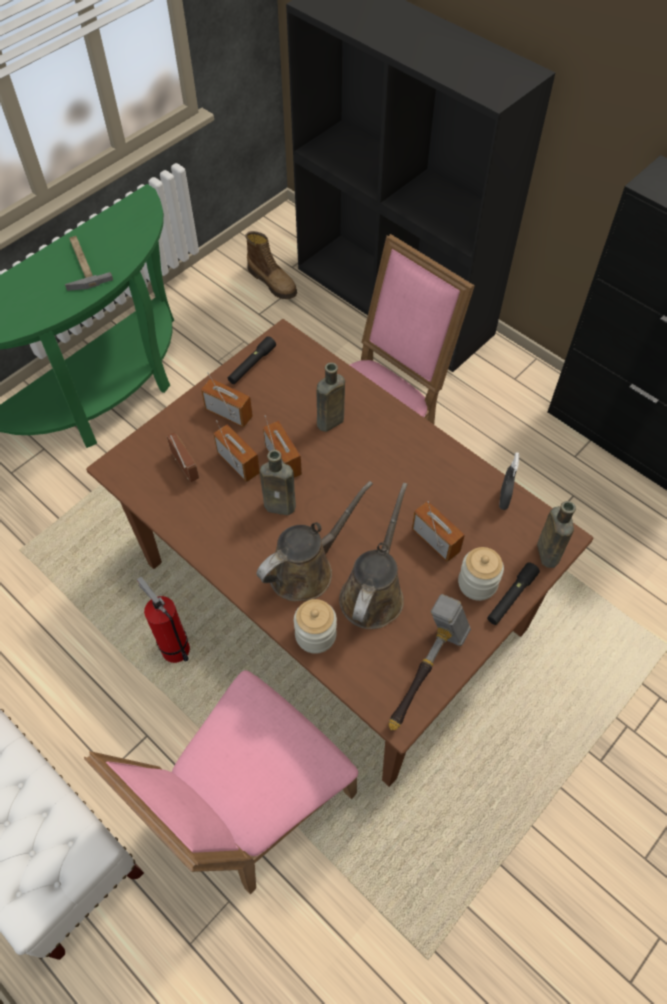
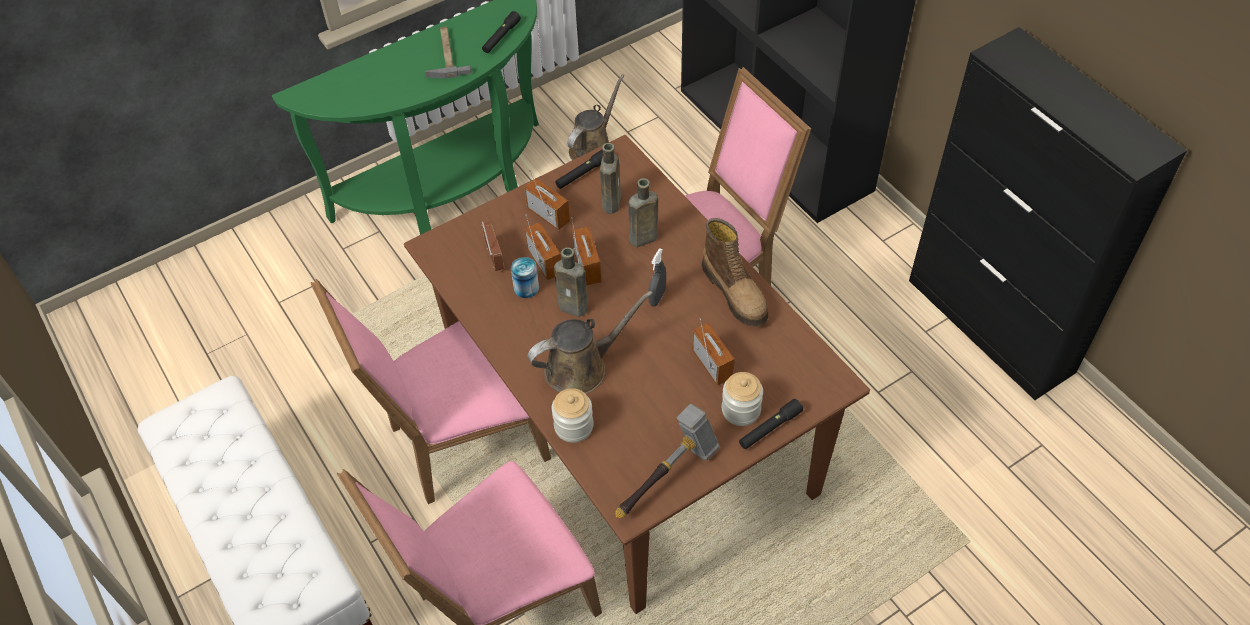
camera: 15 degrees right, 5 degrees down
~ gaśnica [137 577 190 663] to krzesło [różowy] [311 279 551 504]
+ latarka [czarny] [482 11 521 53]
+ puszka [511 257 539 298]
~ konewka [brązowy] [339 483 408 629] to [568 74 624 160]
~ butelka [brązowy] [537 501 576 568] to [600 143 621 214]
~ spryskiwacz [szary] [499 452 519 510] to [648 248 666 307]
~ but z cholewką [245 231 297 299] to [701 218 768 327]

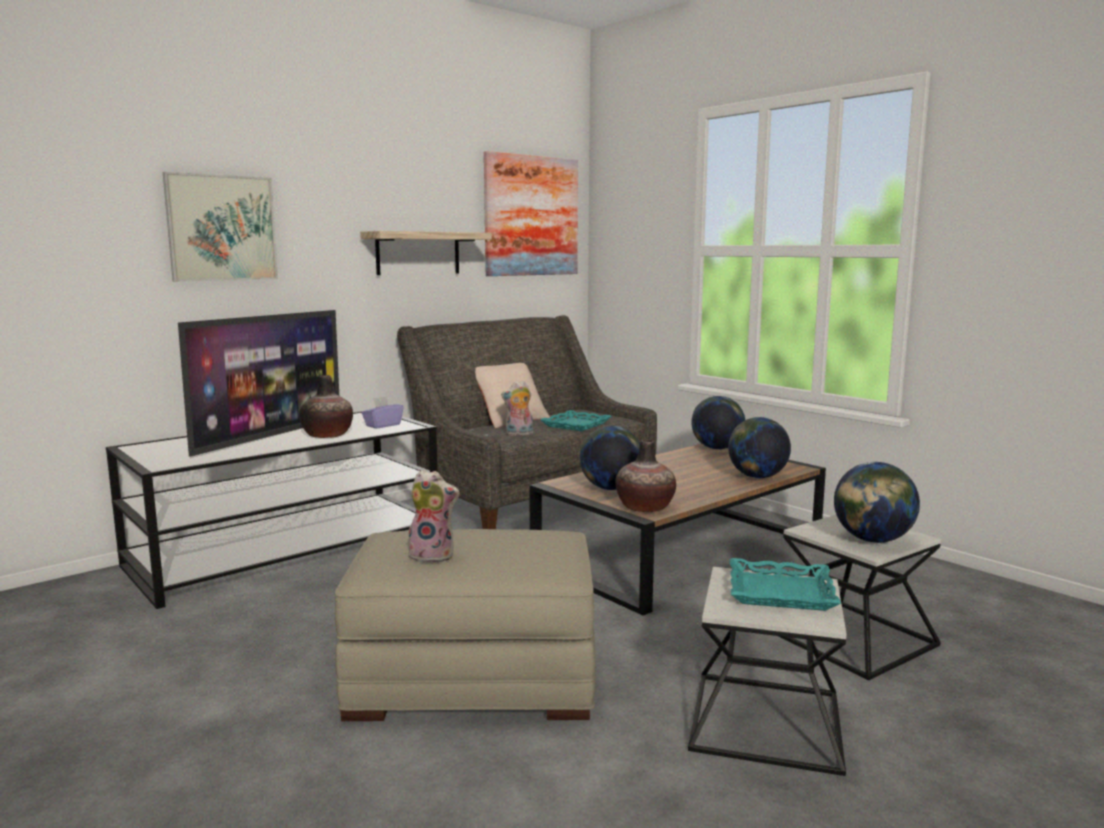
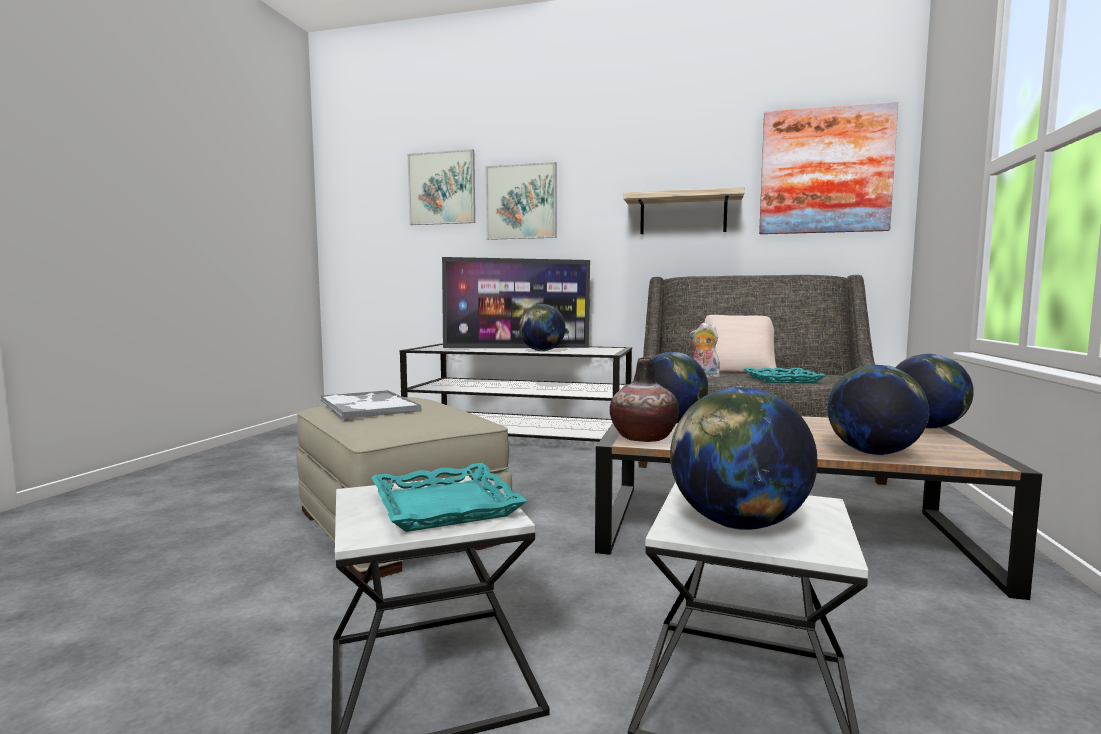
camera: 55 degrees right, 5 degrees down
~ pluszak [406 470 460 563] to taca [320 390 422 419]
+ obraz [408 149 475 225]
~ wazon [299 375 353 438] to globus [519 304 566 351]
- pudełko chusteczek [fioletowy] [362 396 404 428]

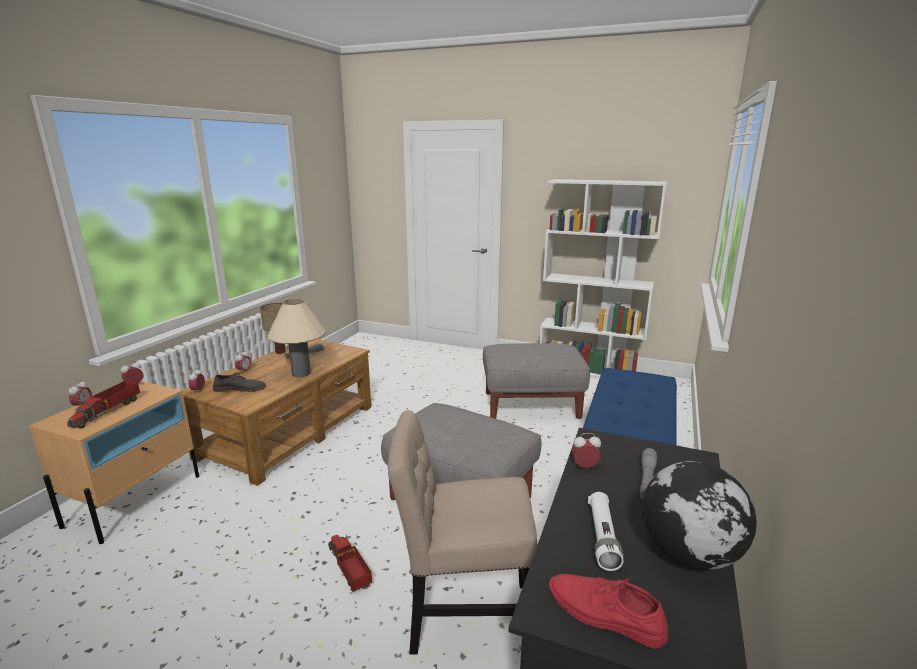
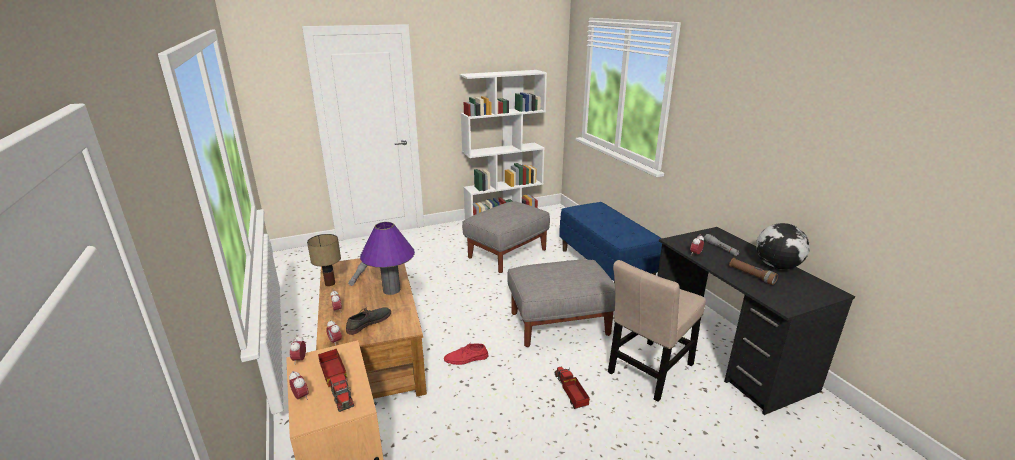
camera: 45 degrees left, 5 degrees up
~ lampa stołowa [beżowy] [267 299 326 377] to lampa stołowa [fioletowy] [360 222 415 295]
~ but [czerwony] [549 574 669 648] to [444 343 488 365]
~ ciężarówka zabawkowa [328 534 372 592] = [554 367 590 409] 60 degrees clockwise
~ latarka [biały] [588 492 623 571] to latarka [brązowy] [729 258 778 285]

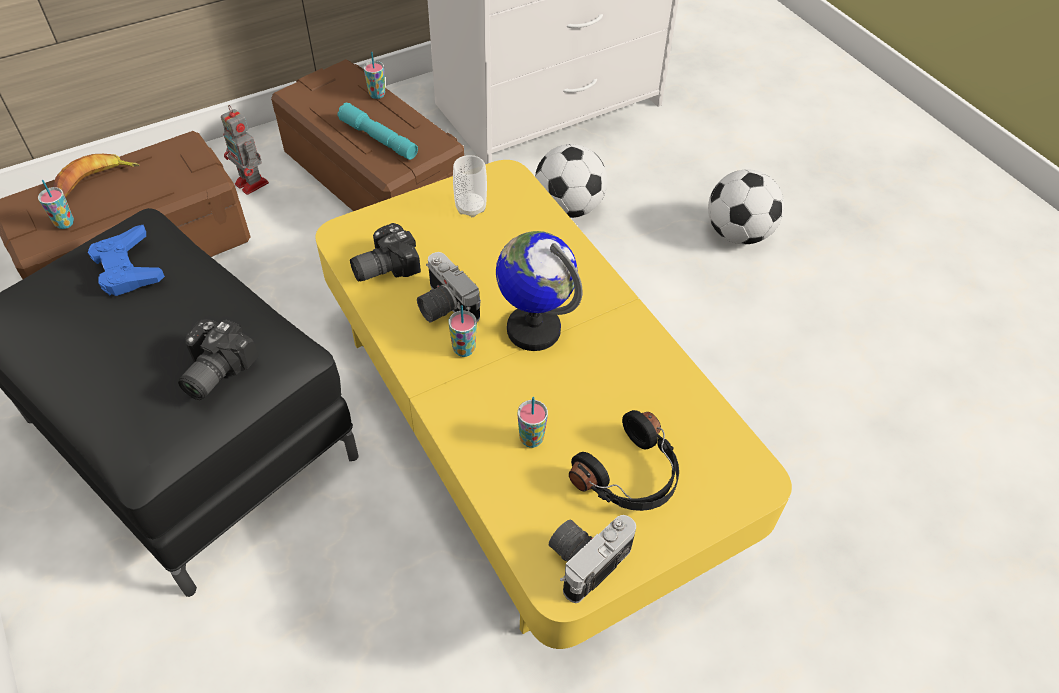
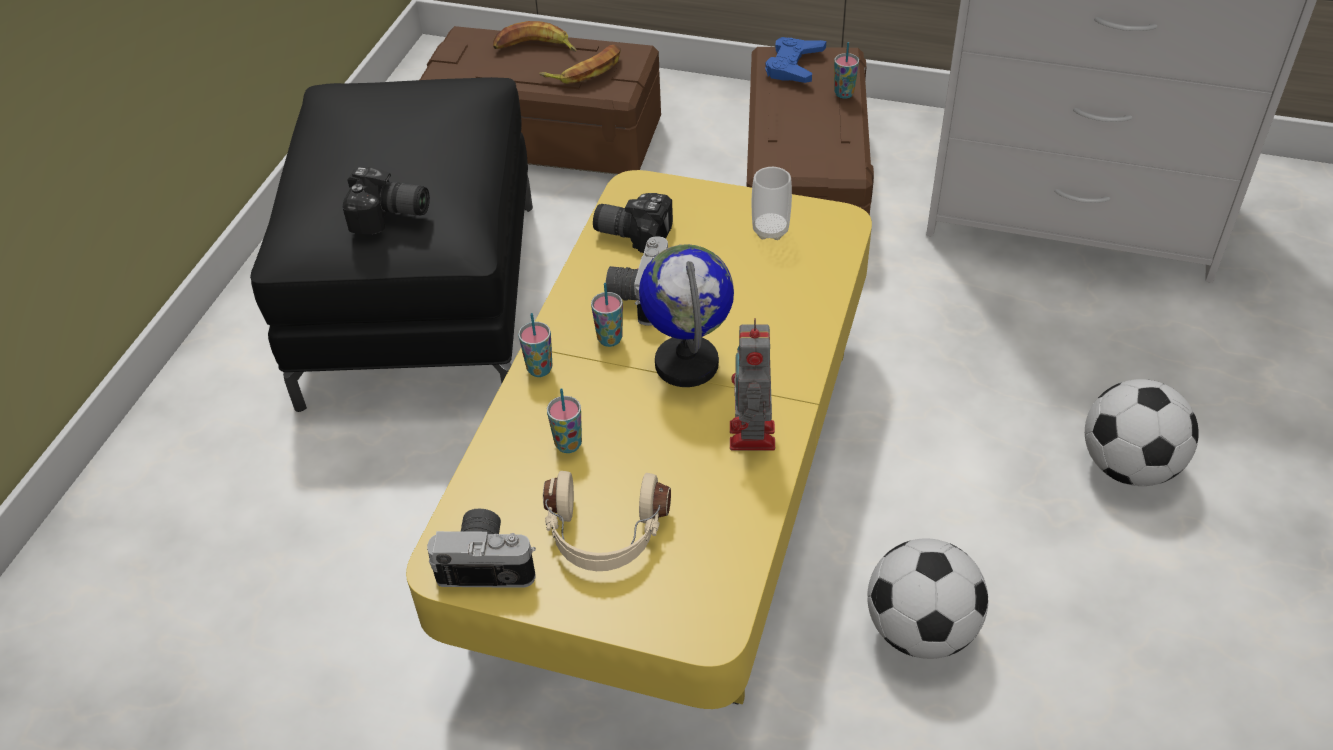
camera: 50 degrees right, 5 degrees down
~ aparat fotograficzny [178 319 259 400] = [343 167 430 234] 150 degrees counterclockwise
~ filiżanka [38 180 74 229] to [518 313 552 377]
+ banan [539 45 621 84]
~ słuchawki [czarny] [569 410 679 511] to słuchawki [beżowy] [543 471 671 571]
~ robot zabawkowy [221 105 269 195] to [730 318 775 451]
~ pad do gier [niebieski] [88 225 165 296] to [765 37 826 83]
~ piłka futbolowa [535 144 607 218] to [867 538 988 659]
- latarka [turkusowy] [337 103 418 160]

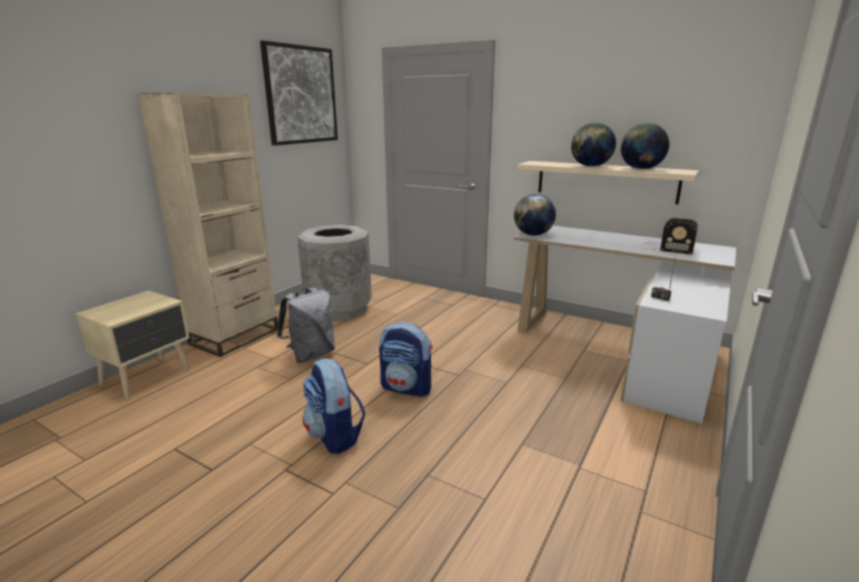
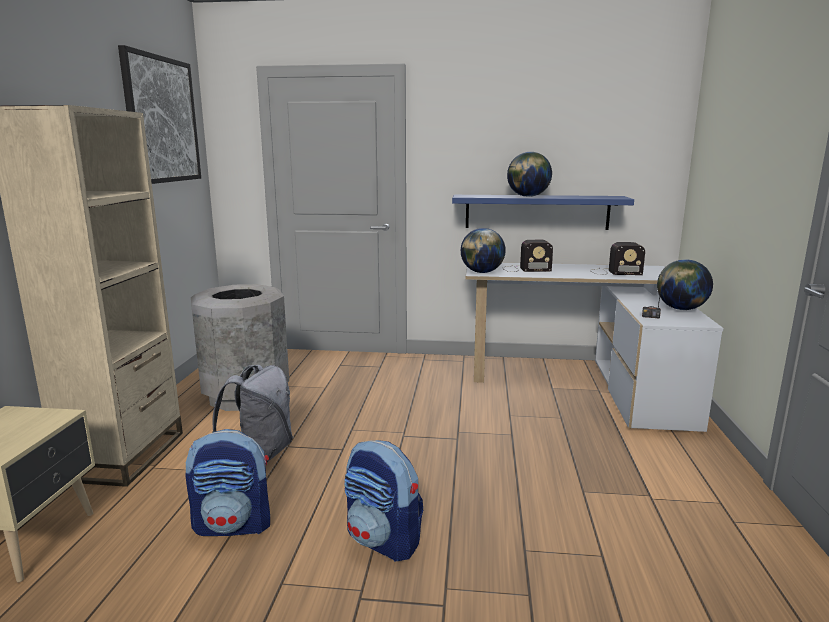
camera: 25 degrees left, 5 degrees down
~ plecak [379 322 433 397] to [186 429 270 536]
~ półka [beżowy] [517 161 699 204] to półka [niebieski] [452 195 634 230]
+ radio [504 240 553 272]
~ globus [621 123 669 169] to [657 259 713 310]

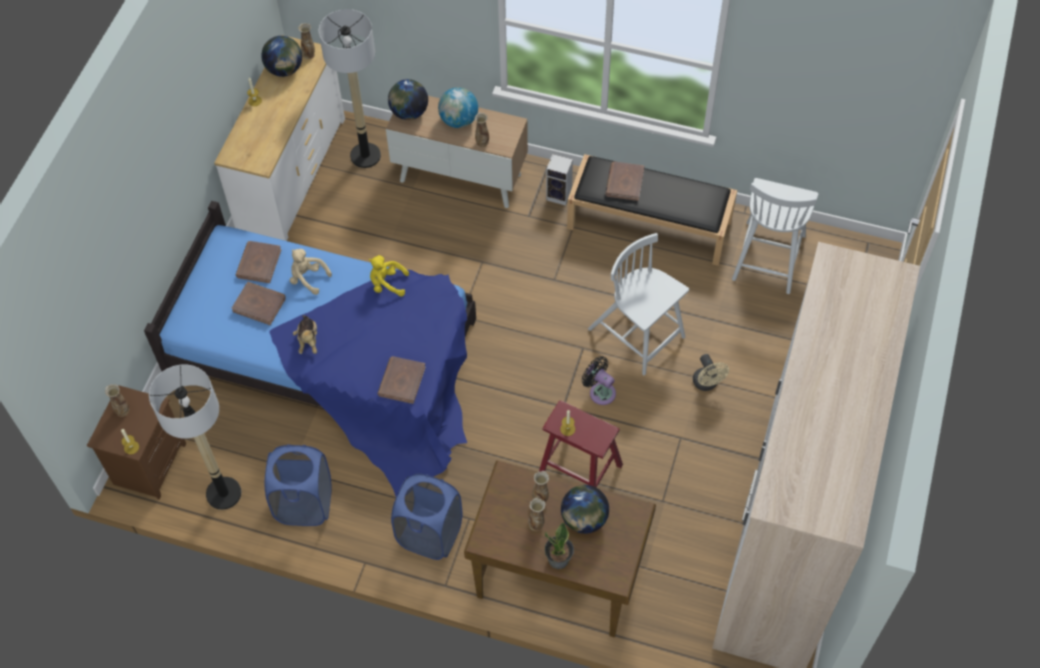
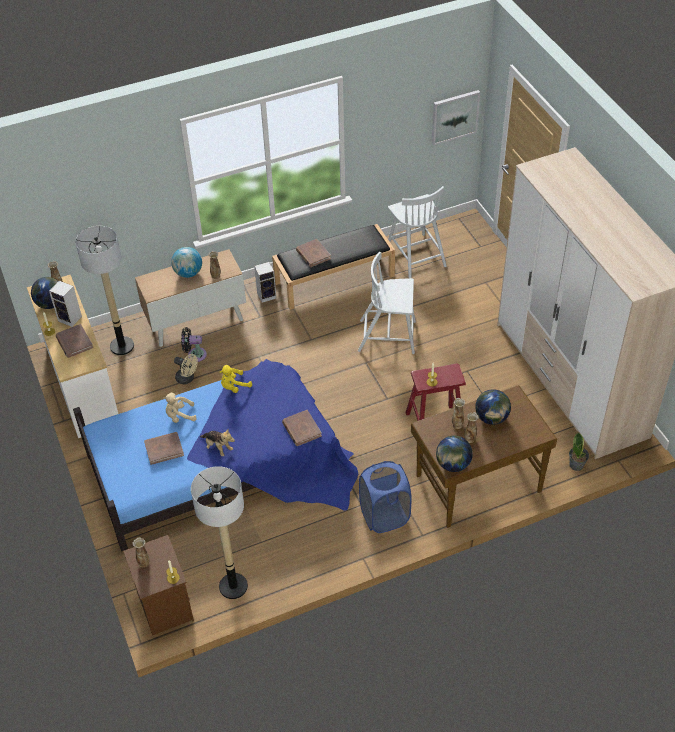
camera: 40 degrees left, 10 degrees down
+ głośnik [49 281 82 327]
~ książka [brązowy] [236 241 281 283] to [56 324 93 358]
~ wentylator [beżowy] [693 354 729 391] to [174 354 198 384]
~ wentylator [czarny] [582 356 616 405] to [181 327 207 362]
+ obraz [432 90 480 146]
~ globus [388 79 428 120] to [436 436 473 472]
~ roślina doniczkowa [545 523 574 569] to [569 432 589 471]
- kosz na pranie [niebieski] [264 445 332 526]

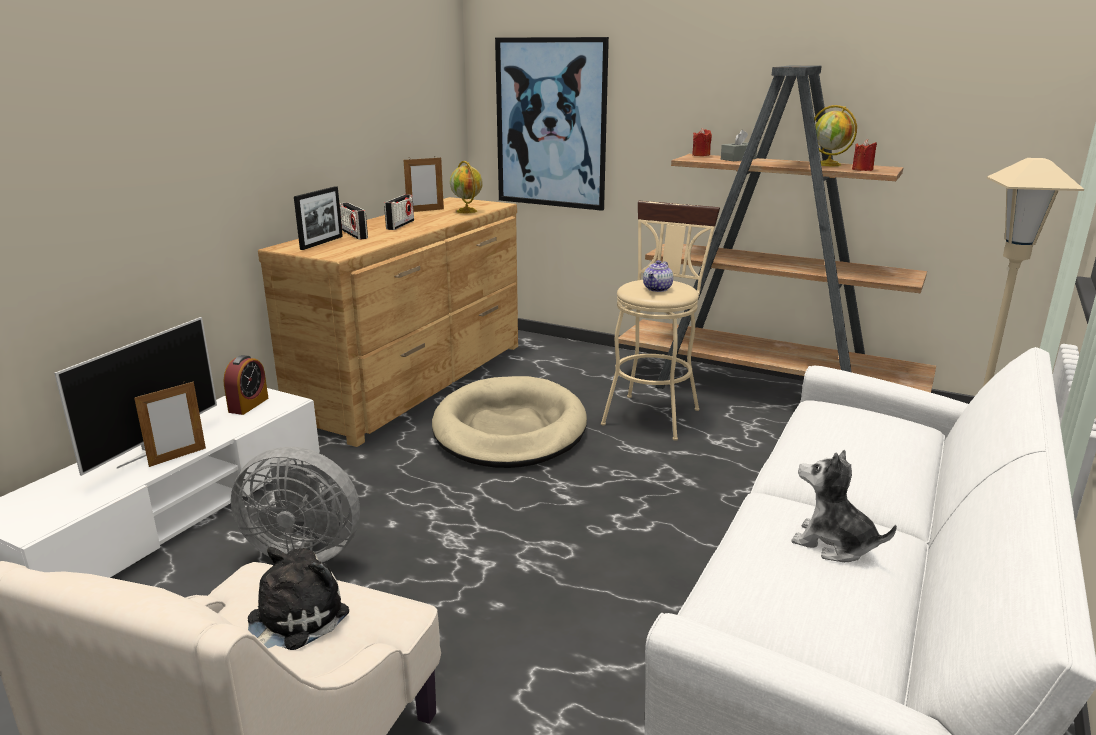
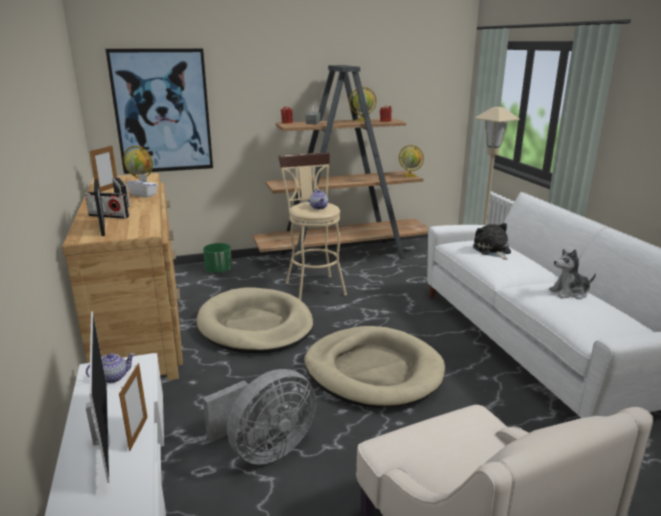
camera: 45 degrees left, 0 degrees up
~ budzik [224 355 268 415] to imbryk [86 353 135 383]
+ pudełko chusteczek [biały] [127 174 158 197]
+ donica [zielony] [203 243 232 274]
+ legowisko [beżowy] [304 326 445 408]
+ globus [399 145 424 177]
~ pluszak [248 547 349 650] to [473 223 511 260]

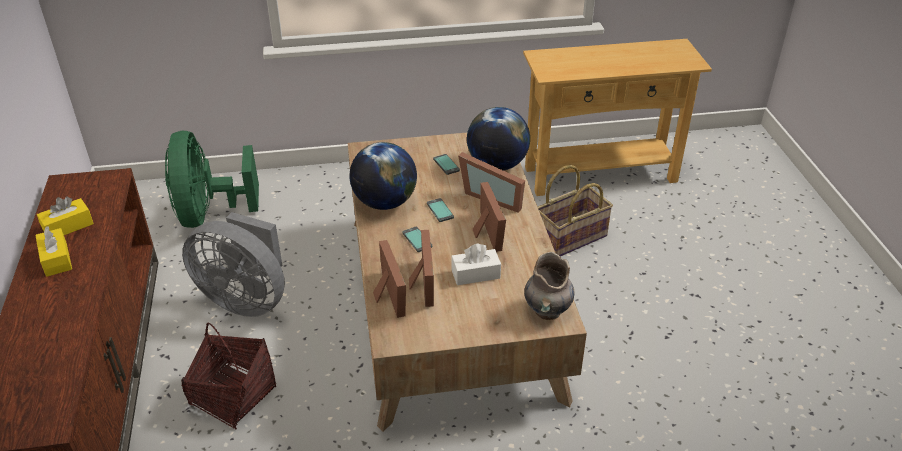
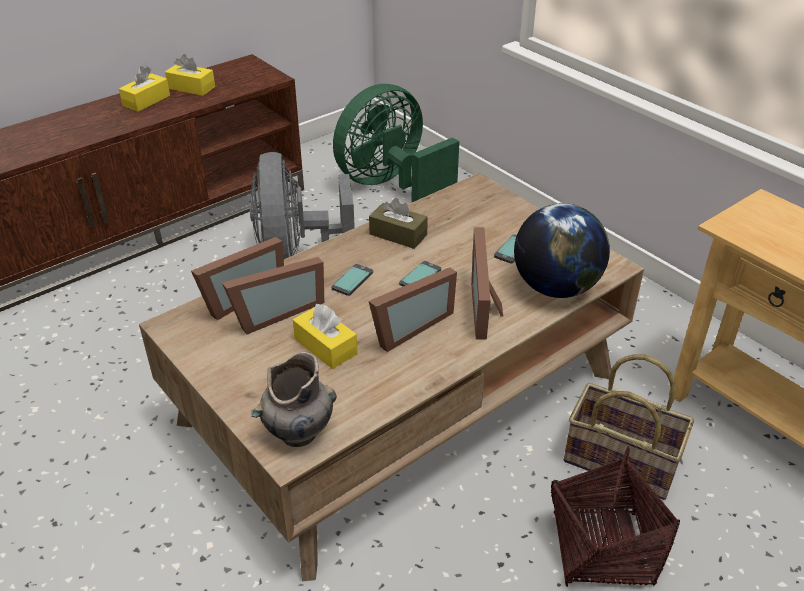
camera: 60 degrees right, 0 degrees up
~ pudełko chusteczek [biały] [451 243 501 285] to pudełko chusteczek [żółty] [293 304 357 369]
~ globus [350 142 417 210] to pudełko chusteczek [brązowy] [369 198 428 249]
~ koszyk [181 323 276 429] to [551 446 680 587]

